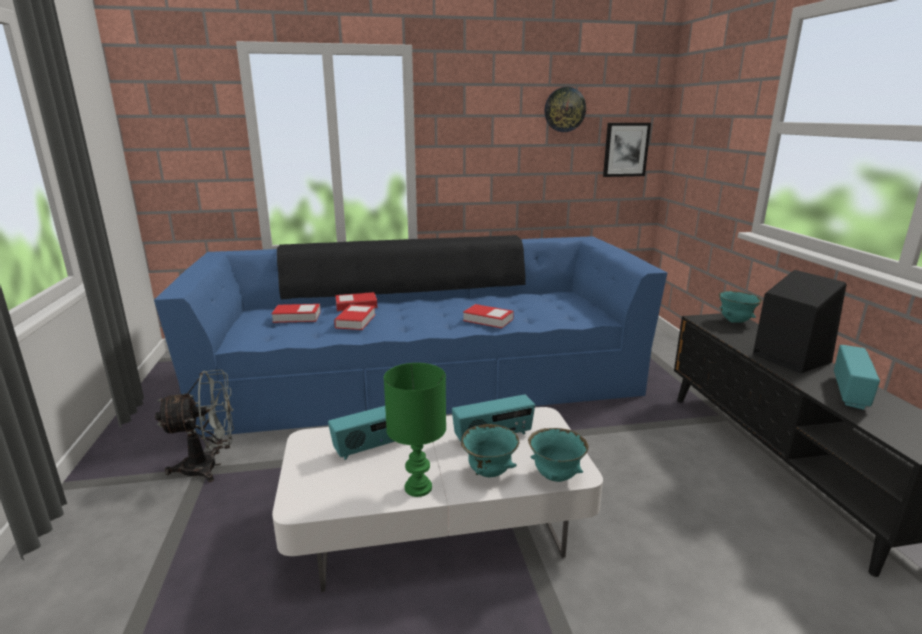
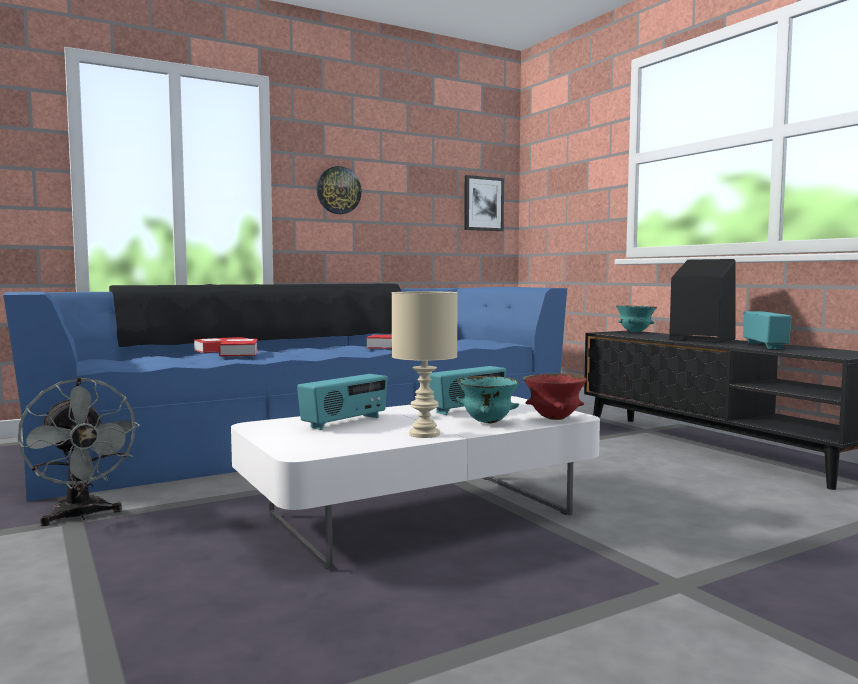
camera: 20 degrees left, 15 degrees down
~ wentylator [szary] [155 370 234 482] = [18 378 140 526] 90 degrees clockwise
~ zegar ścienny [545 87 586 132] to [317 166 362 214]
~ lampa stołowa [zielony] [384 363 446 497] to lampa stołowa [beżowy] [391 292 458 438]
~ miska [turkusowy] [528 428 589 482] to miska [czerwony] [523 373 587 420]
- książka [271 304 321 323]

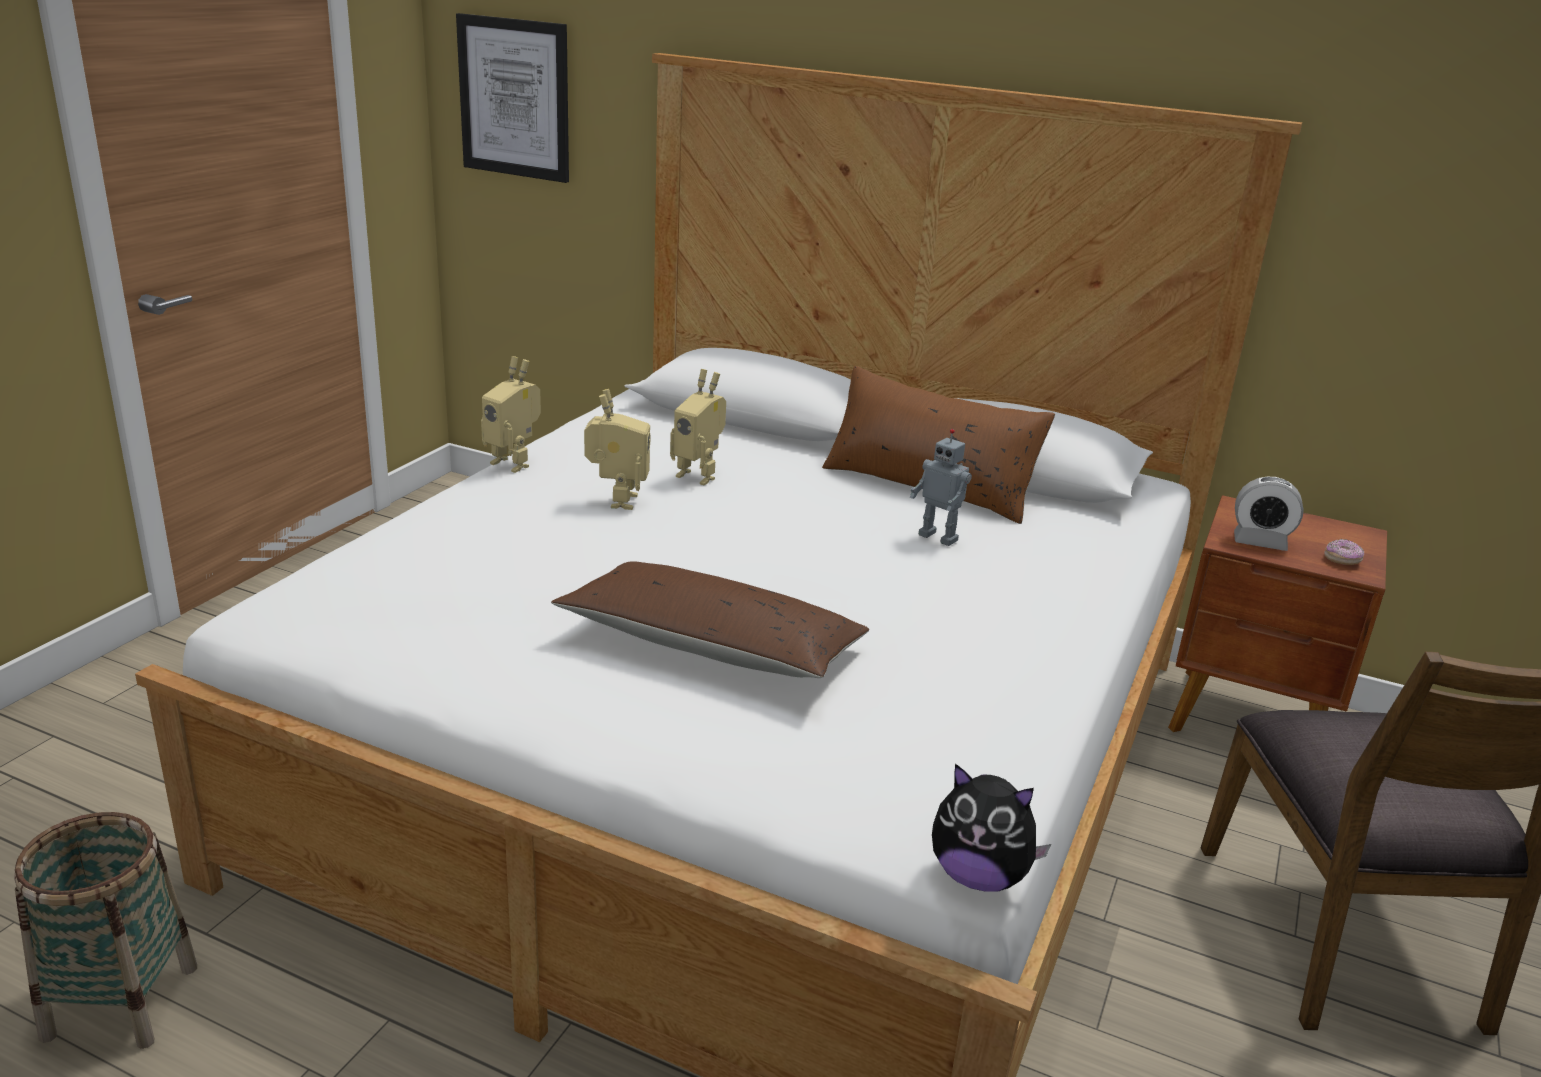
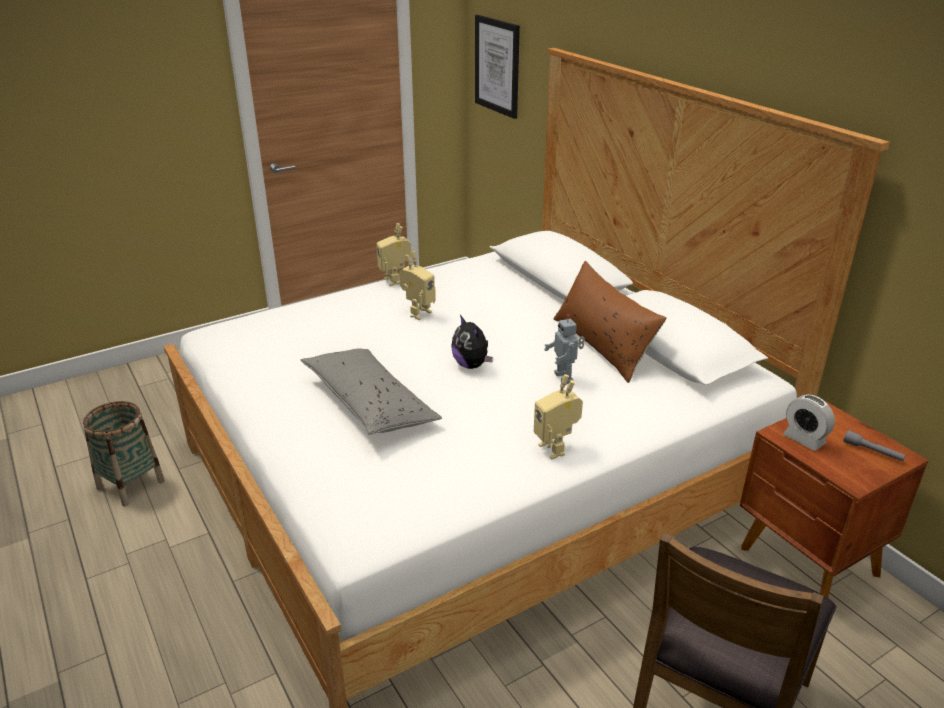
camera: 35 degrees right, 5 degrees up
~ poduszka [brązowy] [551 561 869 678] to poduszka [szary] [300 349 442 435]
~ pluszak [932 763 1051 892] to [452 315 493 369]
~ robot zabawkowy [670 369 726 485] to [534 374 583 459]
+ latarka [szary] [843 430 905 462]
- donut [1324 539 1364 565]

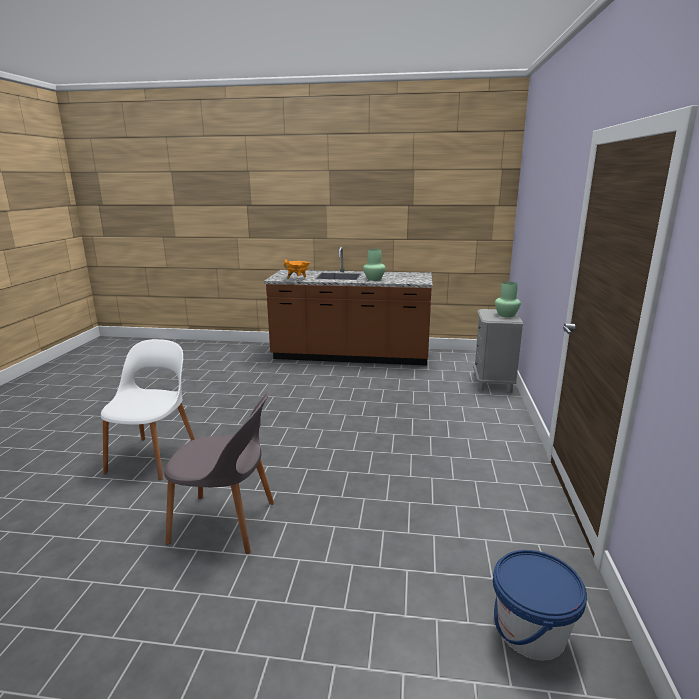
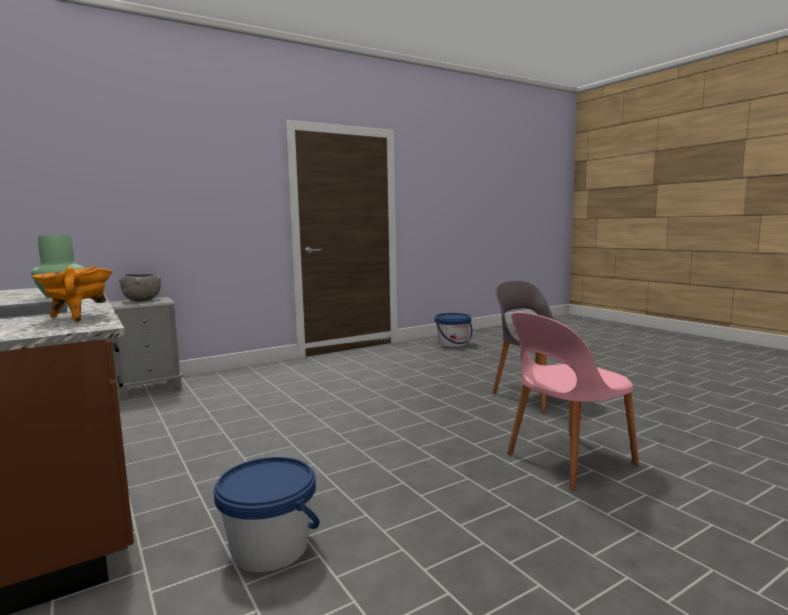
camera: 130 degrees left, 10 degrees down
~ wazon [zielony] [495 282 521 318] to miska [szary] [119 274 161 301]
+ wiadro [niebieski] [214 457 320 572]
~ krzesło [biały] [101 339 195 480] to krzesło [różowy] [507 312 639 490]

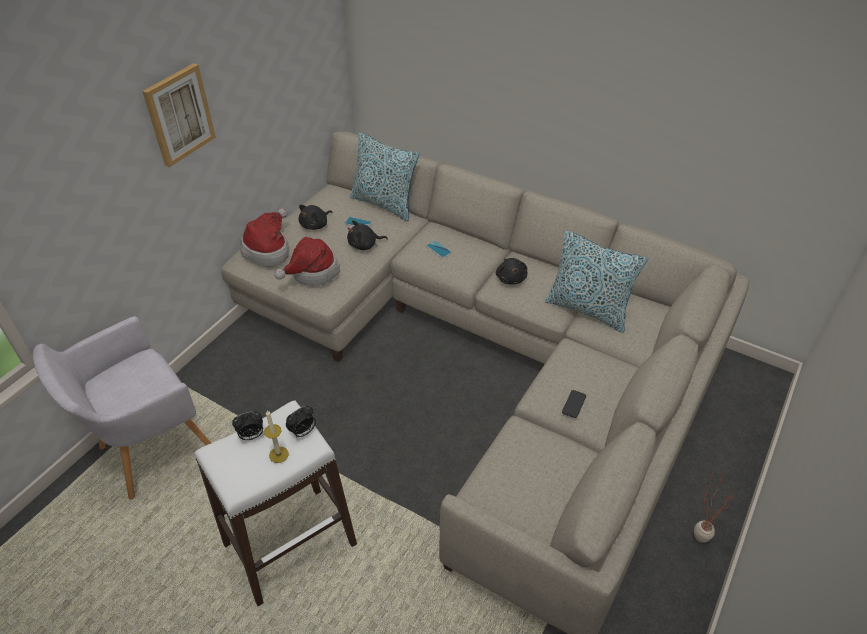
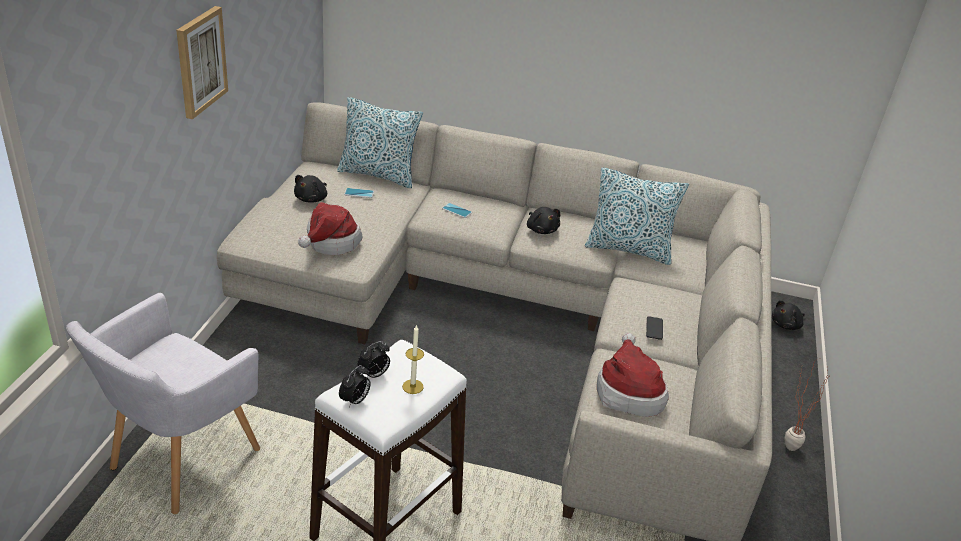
camera: 20 degrees left, 10 degrees down
~ budzik [286 406 316 438] to [339 365 371 408]
~ kapelusz [240 209 289 267] to [597 333 669 417]
~ pluszak [czarny] [347 220 388 250] to [772 300 805 330]

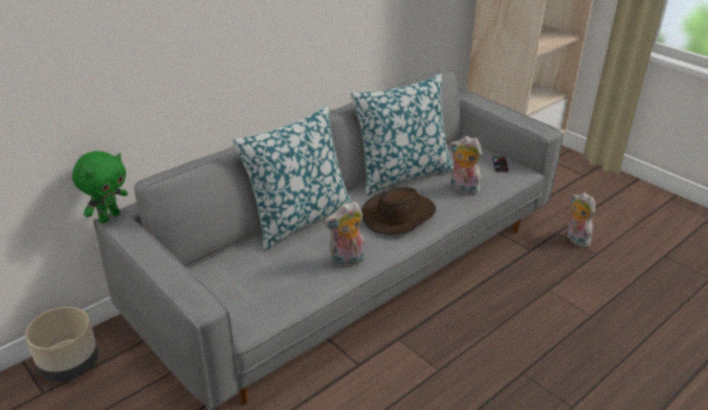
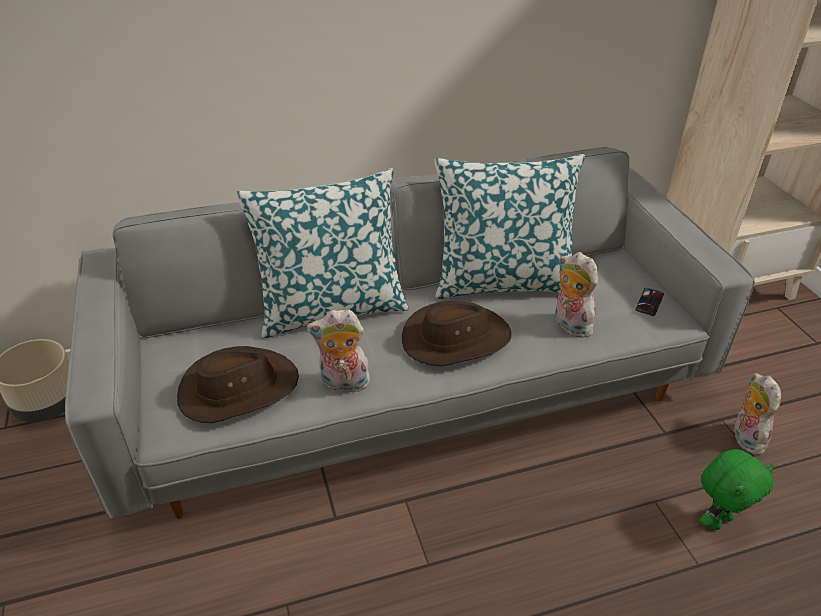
camera: 25 degrees right, 5 degrees up
+ kapelusz [brązowy] [177 346 299 423]
~ pluszak [zielony] [72 151 128 223] to [700 449 774 530]

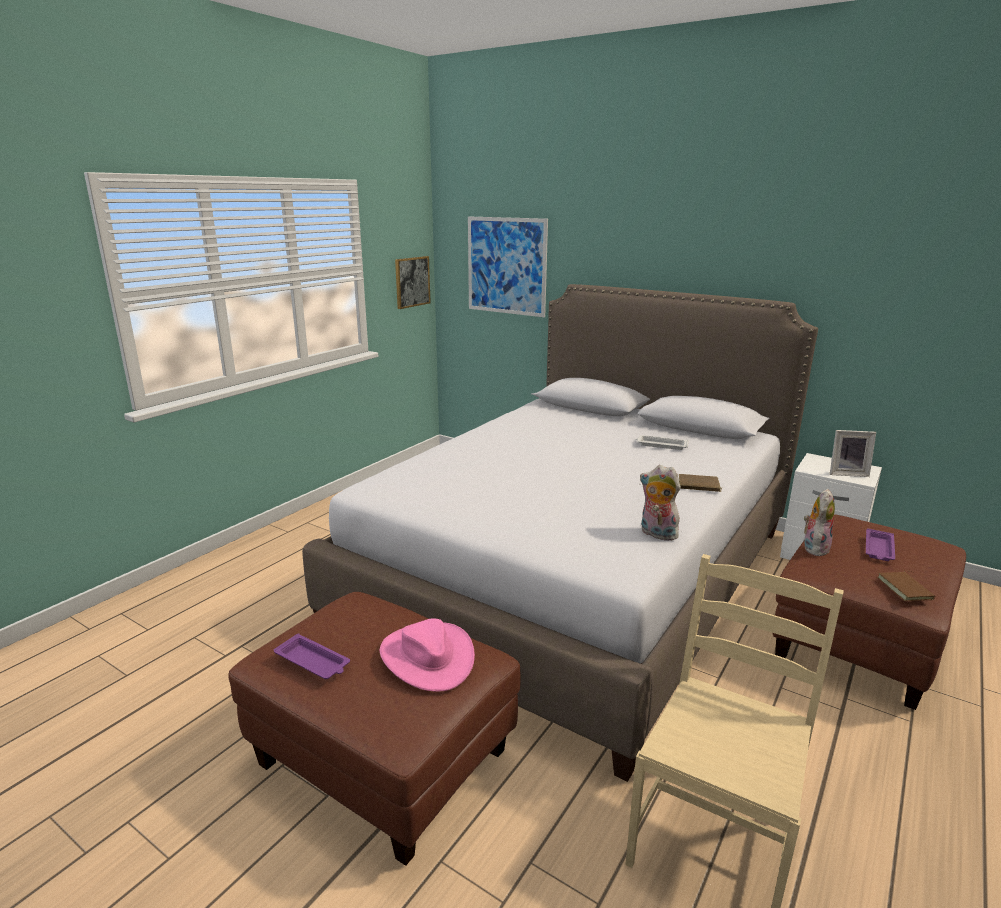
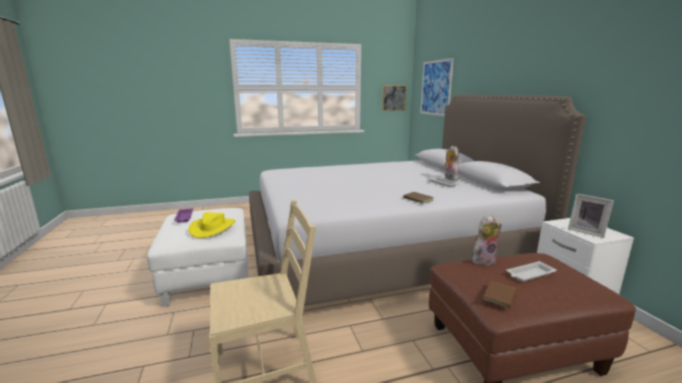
camera: 40 degrees right, 5 degrees down
~ pufa [brązowy] [228 592 521 866] to pufa [biały] [147 208 249 307]
~ kapelusz [różowy] [380 618 475 691] to kapelusz [żółty] [188 212 235 238]
~ pluszak [640 465 681 541] to [445 146 459 181]
~ taca [fioletowy] [866 528 895 561] to taca [biały] [506 261 557 282]

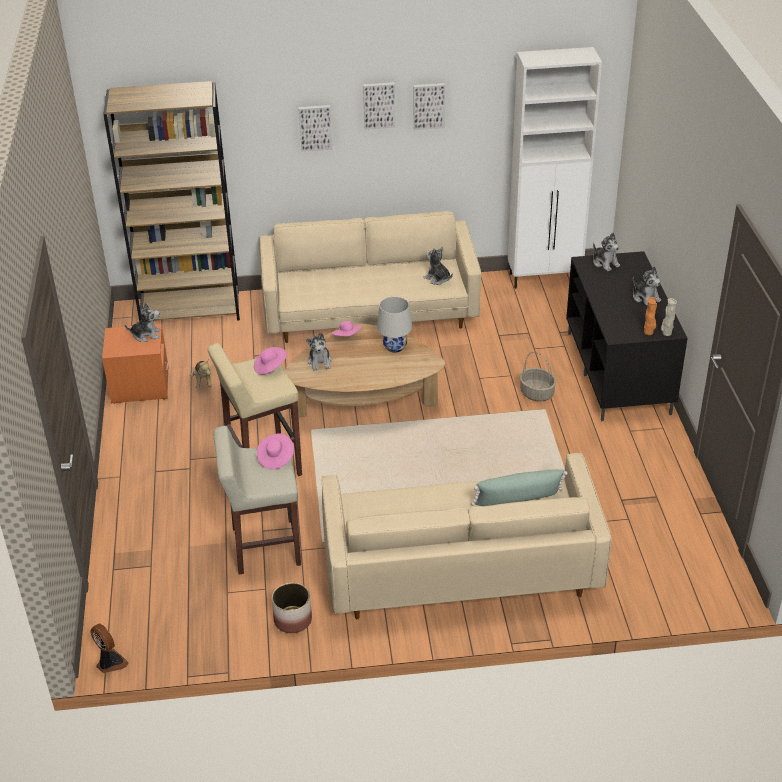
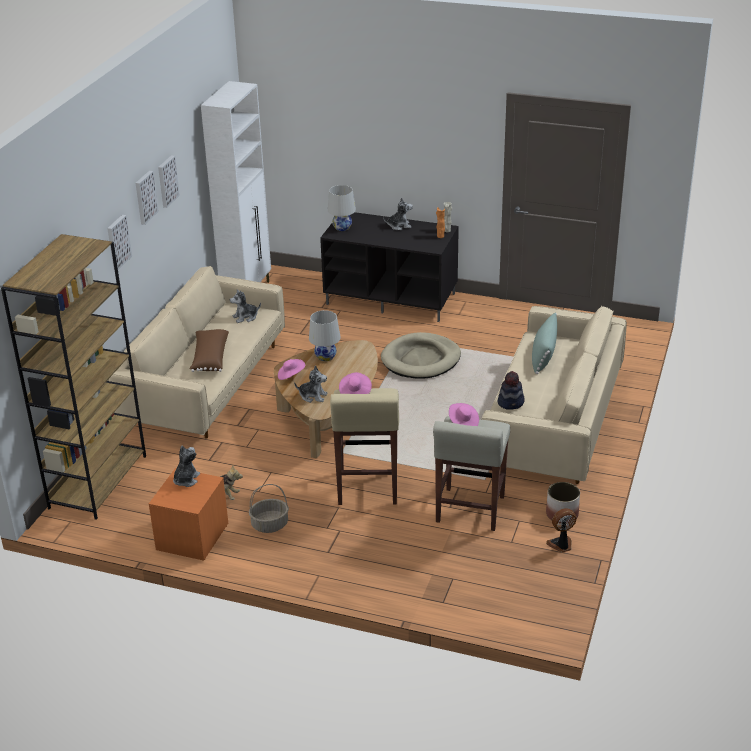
camera: 65 degrees left, 5 degrees down
+ poduszka [brązowy] [190 329 229 372]
~ koszyk [520 352 556 402] to [249 484 289 533]
~ pluszak [593 232 620 271] to lampa stołowa [biały] [328 185 356 231]
+ legowisko [beżowy] [381 332 461 379]
+ kapelusz [498 371 525 410]
~ wentylator [91 623 129 673] to [546 508 576 553]

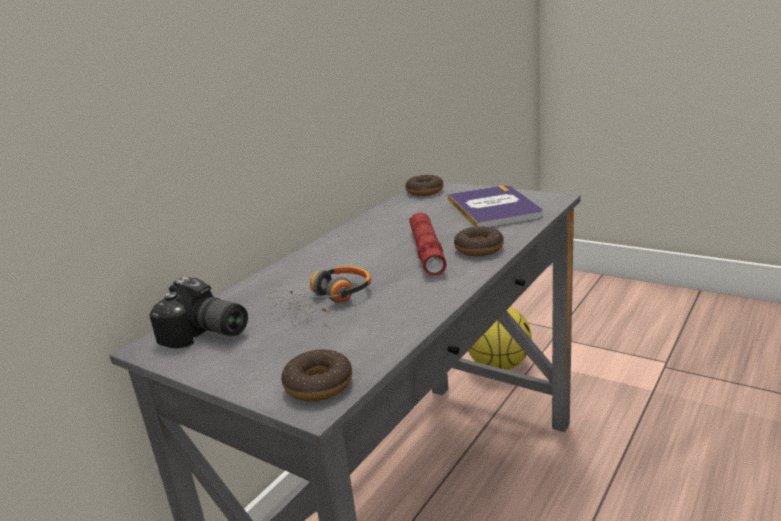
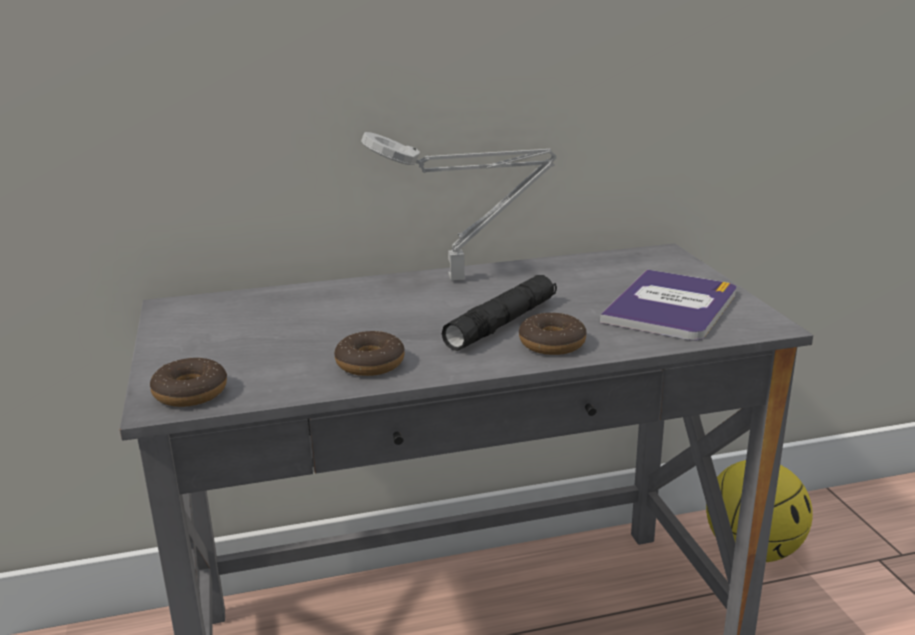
camera: 40 degrees right, 0 degrees up
~ donut [405 175 443 196] to [334 331 405 376]
+ lampa stołowa [szary] [361 132 557 281]
~ latarka [czerwony] [409 212 447 276] to latarka [czarny] [442 275 557 351]
- aparat fotograficzny [149 277 248 348]
- słuchawki [267 266 371 314]

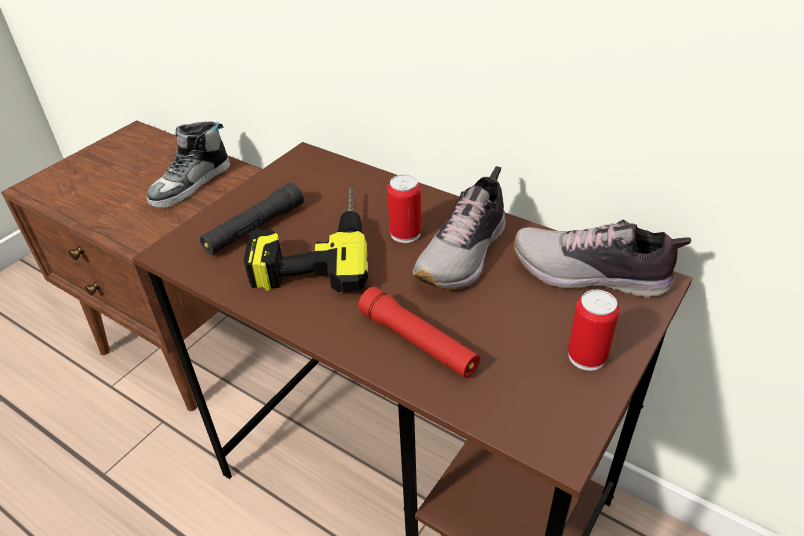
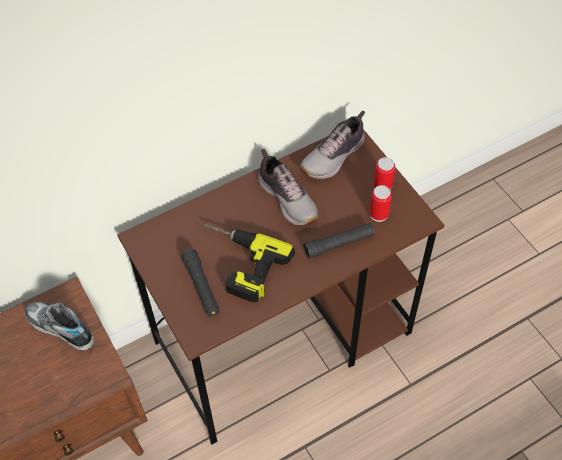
camera: 65 degrees left, 15 degrees up
~ but [147 121 230 208] = [25 302 94 350] 150 degrees clockwise
~ latarka [czerwony] [358 287 480 378] to latarka [czarny] [303 223 375 259]
~ puszka [387 174 421 243] to [370 185 392 222]

